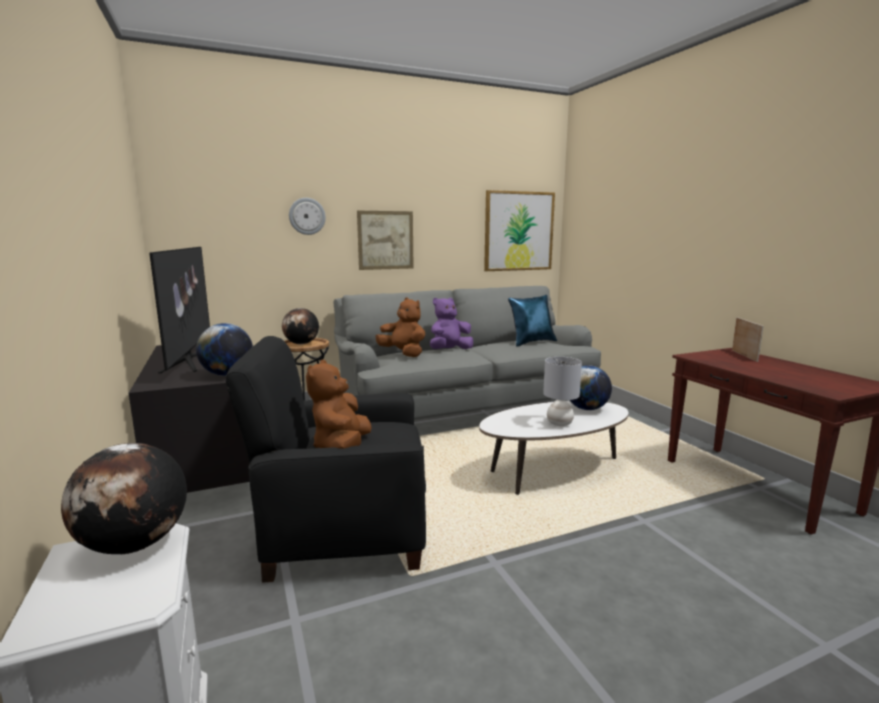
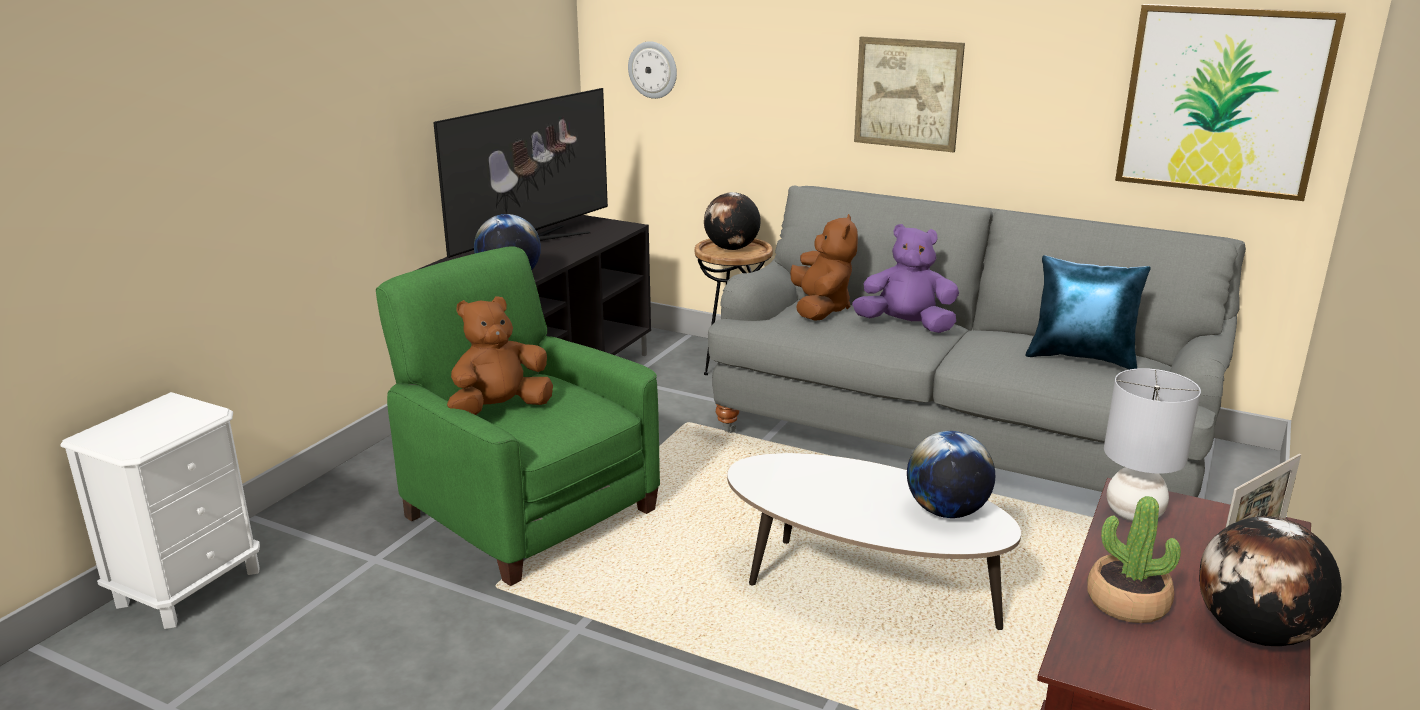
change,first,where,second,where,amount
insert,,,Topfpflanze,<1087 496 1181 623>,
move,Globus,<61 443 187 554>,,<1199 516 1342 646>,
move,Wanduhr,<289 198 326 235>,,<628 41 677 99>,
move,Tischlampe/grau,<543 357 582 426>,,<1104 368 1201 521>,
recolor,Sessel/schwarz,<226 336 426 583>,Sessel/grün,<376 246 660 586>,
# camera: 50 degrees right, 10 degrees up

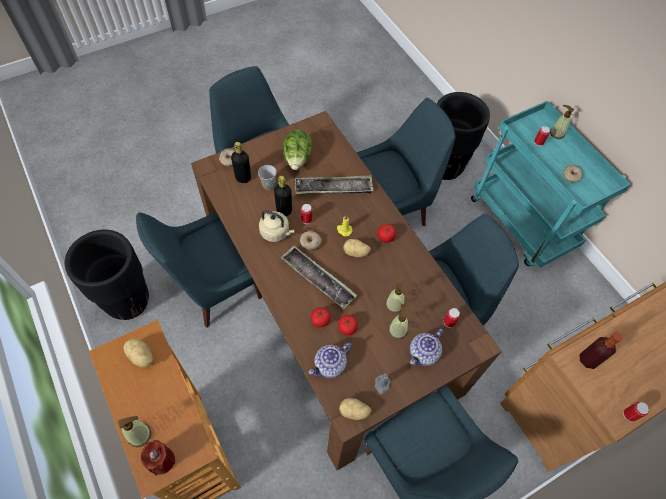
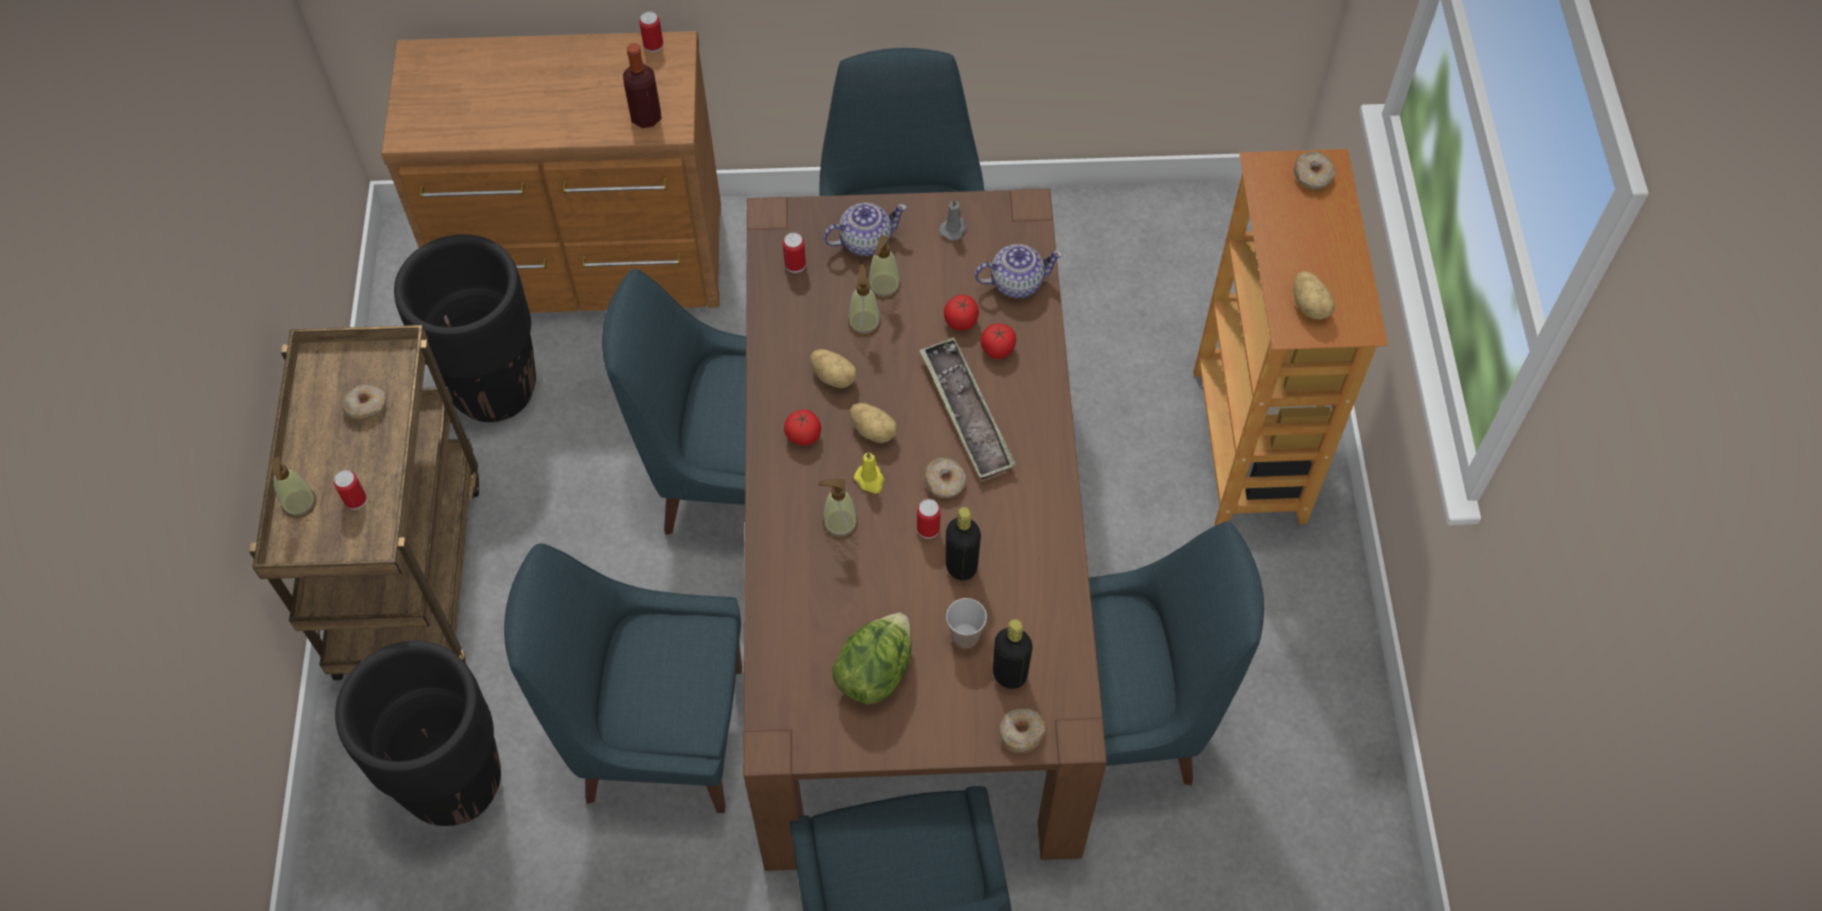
change,first,where,second,where,amount
delete,Wasserkessel/beige,<259 210 295 242>,,,
delete,Tablett,<295 175 373 194>,,,
move,Pflanzkübel/schwarz,<65 230 149 320>,,<394 234 536 422>,
move,Seifenspender,<118 416 151 447>,,<818 479 858 538>,
move,Kartoffel,<339 398 371 420>,,<810 349 857 388>,
replace,Kerze/rot,<141 440 175 476>,Donut,<1294 151 1335 190>,
recolor,Rollwagen/türkis,<471 101 631 268>,Rollwagen/braun,<249 325 479 680>,
# camera: 150 degrees left, 0 degrees up

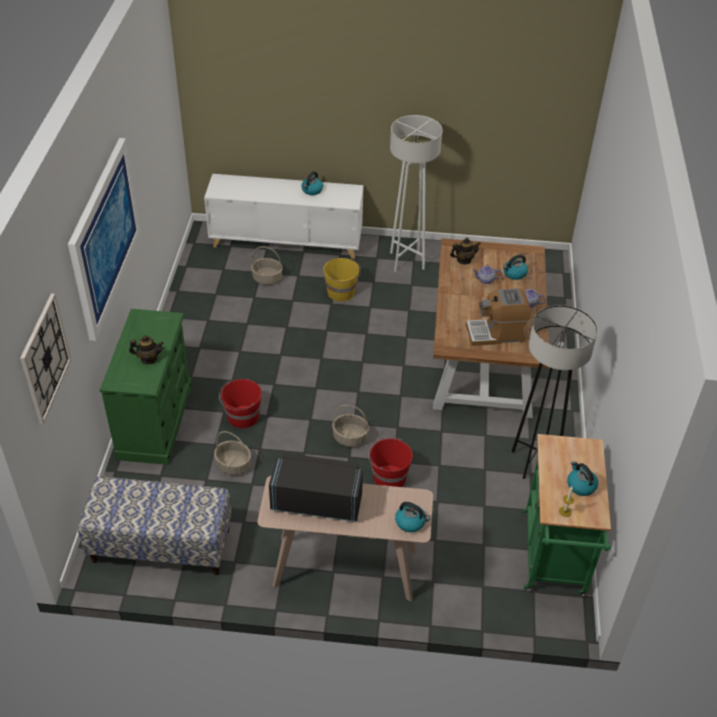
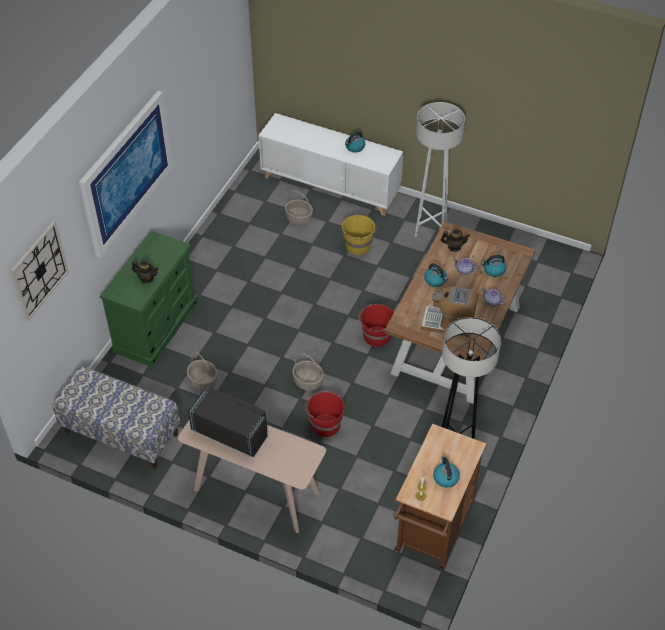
change,first,where,second,where,amount
move,Eimer/rot,<219 379 262 428>,,<359 304 394 347>,
move,Wasserkessel,<395 502 430 532>,,<424 263 448 287>,
recolor,Rollwagen/grün,<523 434 611 596>,Rollwagen/braun,<393 424 486 570>,
# camera: 20 degrees right, 5 degrees up

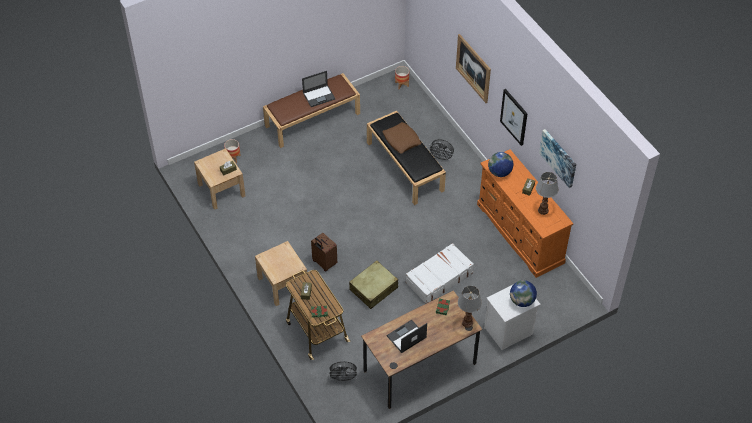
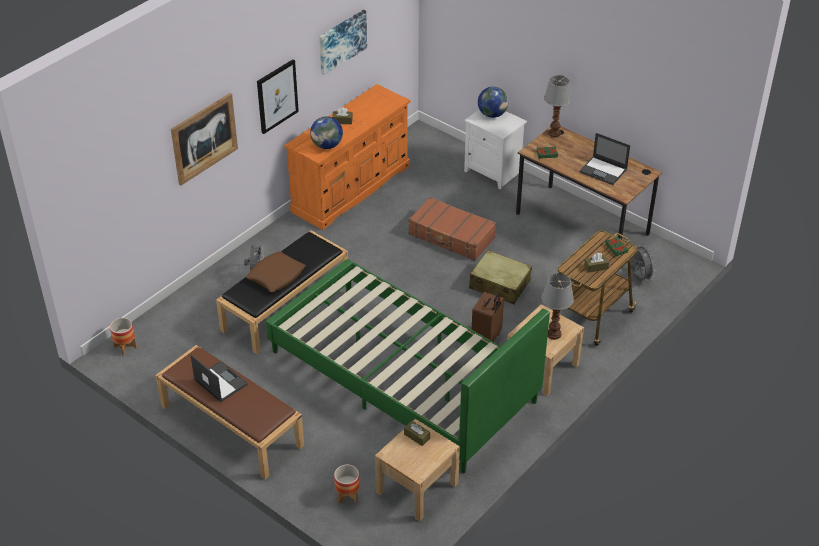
change,first,where,second,where,amount
insert,,,Bett/grün,<266 259 550 473>,
move,Tischlampe,<536 172 559 215>,,<541 273 574 340>,
recolor,Koffer/weiß,<405 243 474 303>,Koffer/braun,<408 197 496 261>,
# camera: 110 degrees left, 10 degrees down

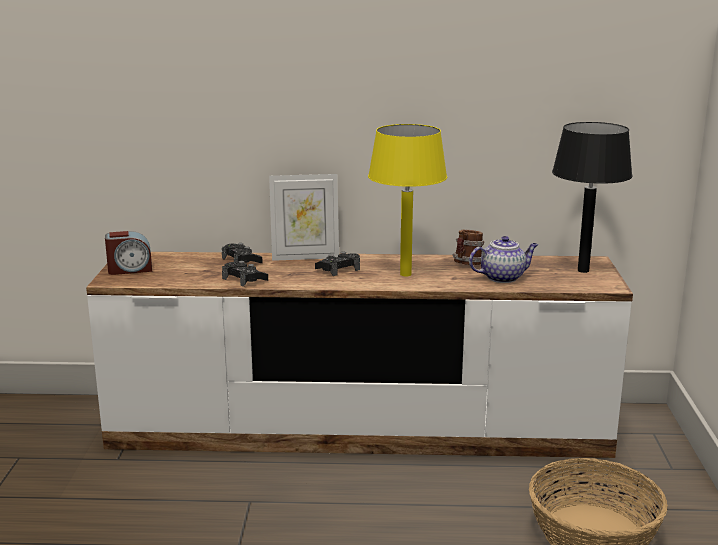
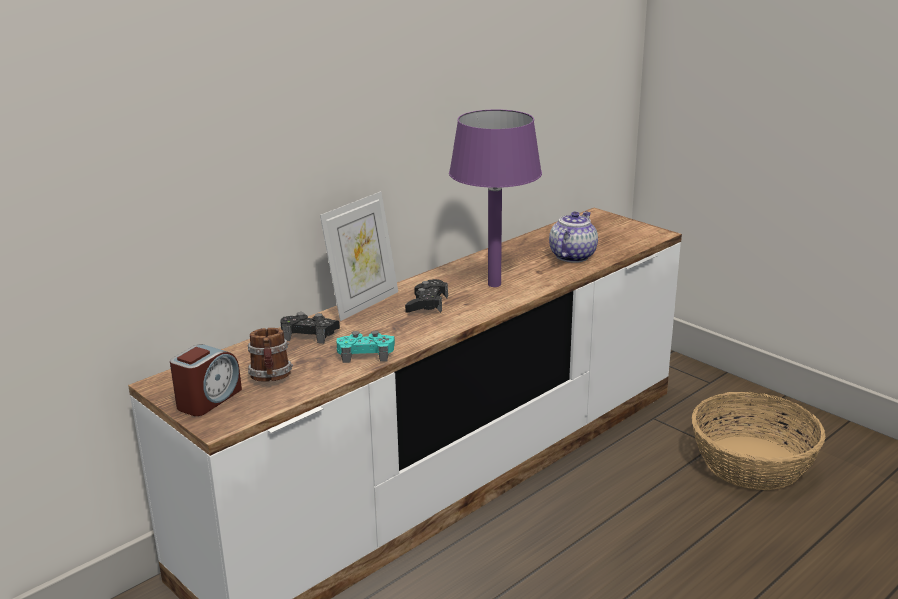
change,first,where,second,where,amount
delete,Tischlampe/schwarz,<552 122 633 273>,,,
move,Henkelbecher,<453 230 484 265>,,<248 328 293 382>,
recolor,Gamepad/schwarz,<222 261 268 287>,Gamepad/türkis,<336 331 395 363>,
recolor,Tischlampe/gelb,<368 124 447 276>,Tischlampe/lila,<449 109 542 287>,
# camera: 45 degrees left, 5 degrees up

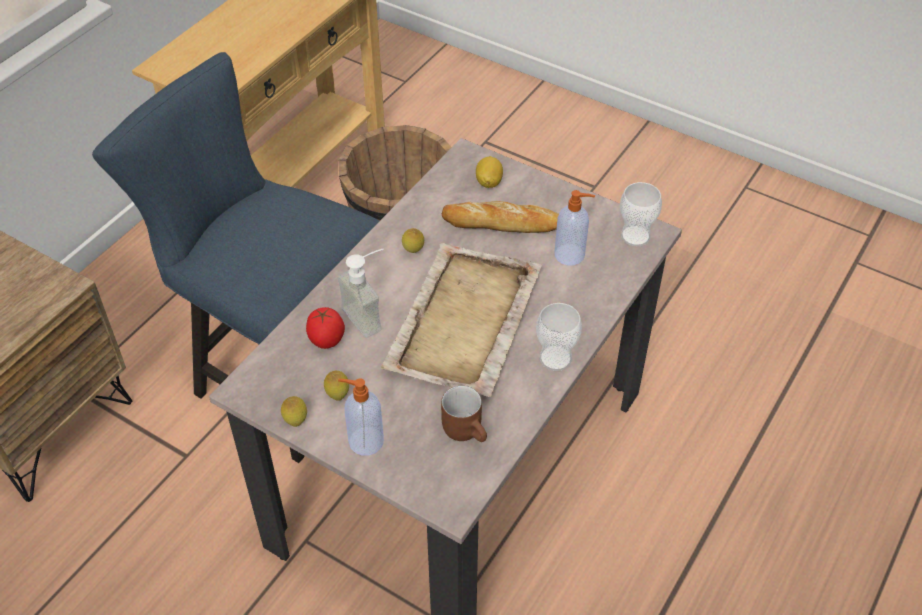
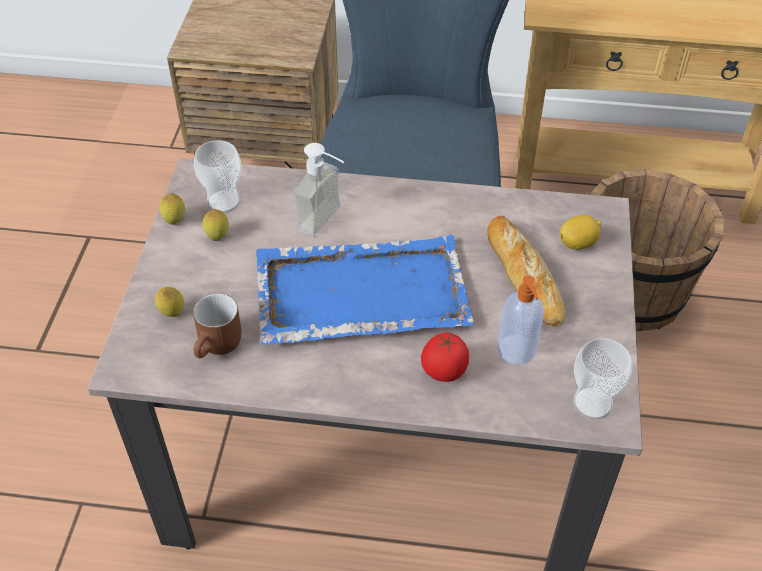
change,first,where,second,where,amount
delete,Seifenspender,<338 379 384 456>,,,
move,Tomate,<306 307 345 349>,,<421 332 469 382>,
move,Zitrone,<402 228 424 253>,,<155 287 184 317>,
move,Tasse,<536 303 582 371>,,<194 140 241 213>,
recolor,Tablett/beige,<381 243 542 397>,Tablett/blau,<256 234 474 345>,
# camera: 65 degrees right, 0 degrees up

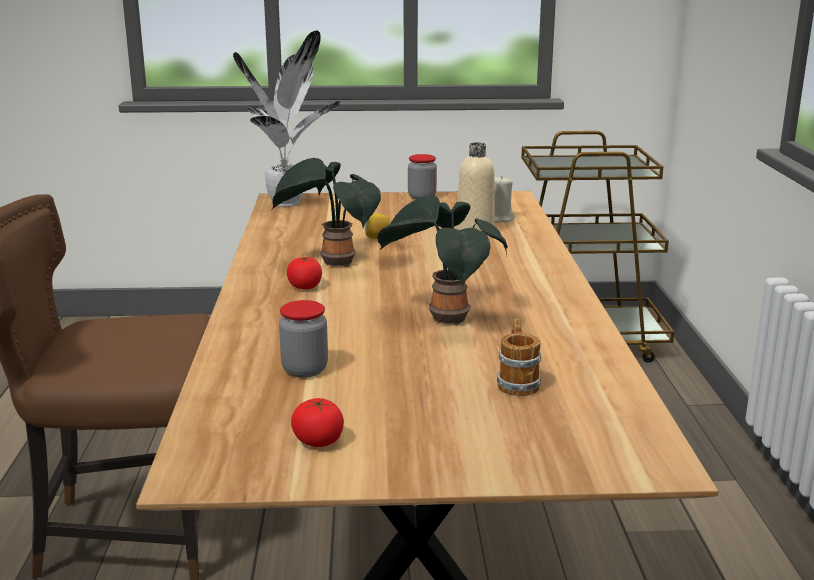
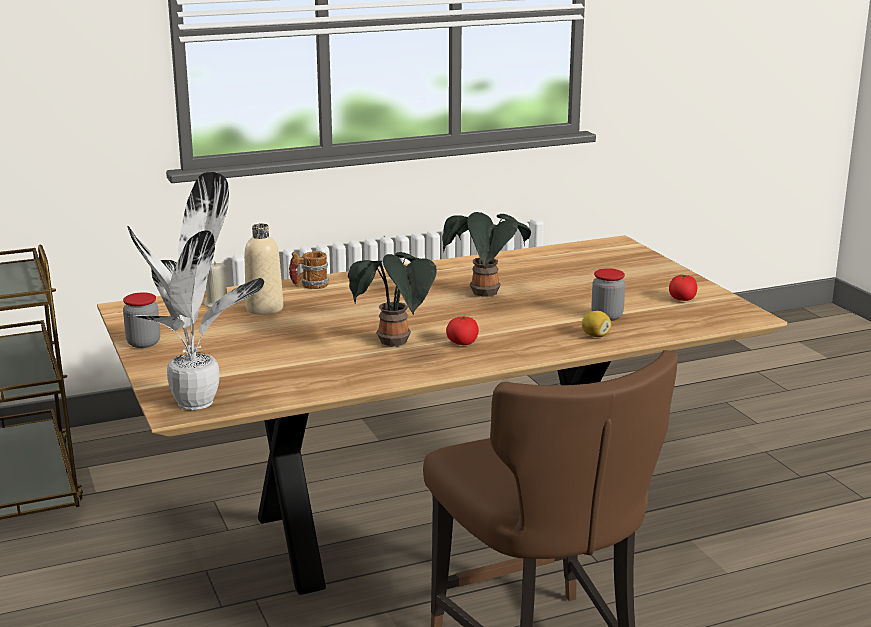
change,first,where,second,where,amount
move,Zitrone,<364 213 390 239>,,<582 311 611 337>,
move,Henkelbecher,<497 319 541 396>,,<289 251 329 289>,
# camera: 110 degrees left, 0 degrees up

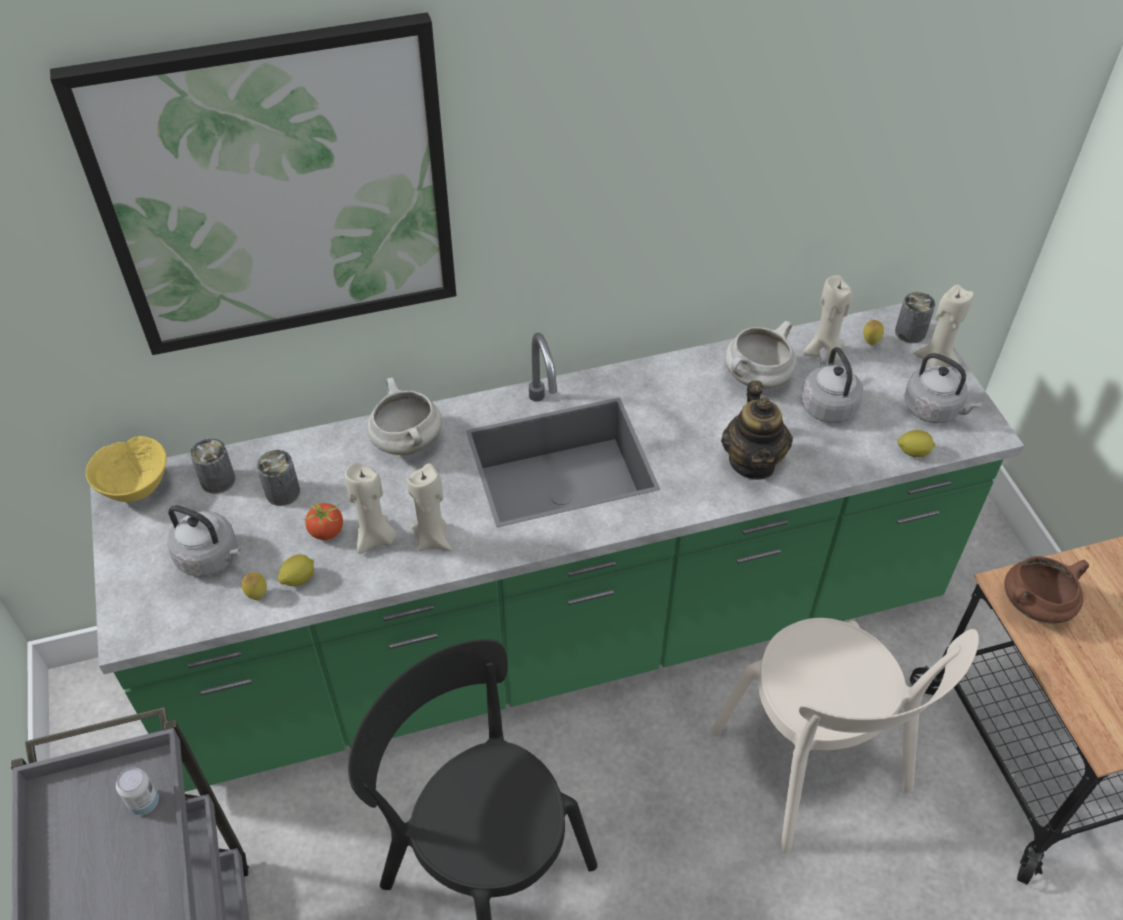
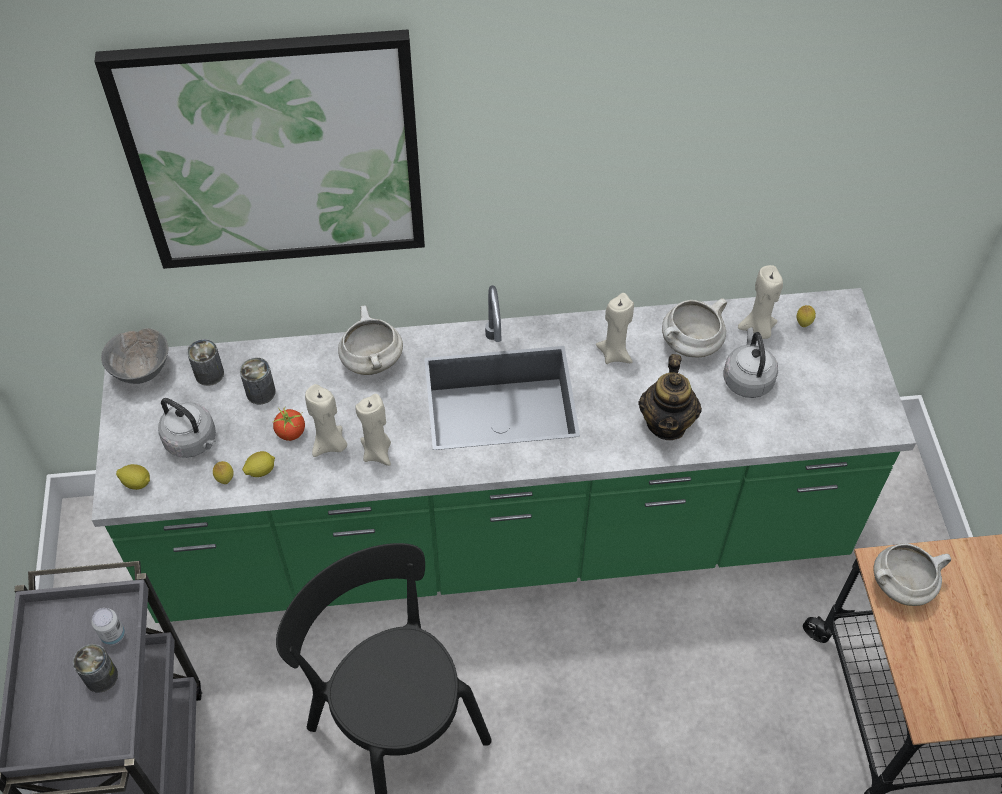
change,first,where,second,where,amount
delete,Stuhl/beige,<711 618 979 853>,,,
delete,Wasserkessel/grau,<905 353 982 423>,,,
move,Dose,<895 292 936 343>,,<73 644 118 693>,
move,Zitrone,<898 430 935 457>,,<116 464 150 490>,
move,Kerze/beige,<914 284 974 367>,,<596 293 634 364>,
recolor,Schüssel/gelb,<86 436 167 502>,Schüssel/grau,<101 328 169 384>,
recolor,Kochtopf/braun,<1005 556 1089 624>,Kochtopf/weiß,<873 543 951 606>,
# camera: 10 degrees right, 5 degrees up

